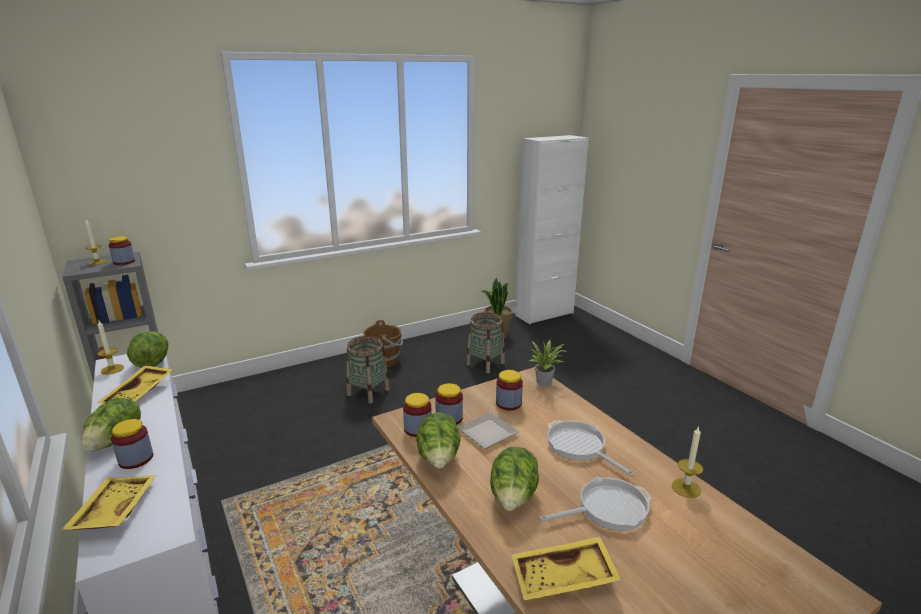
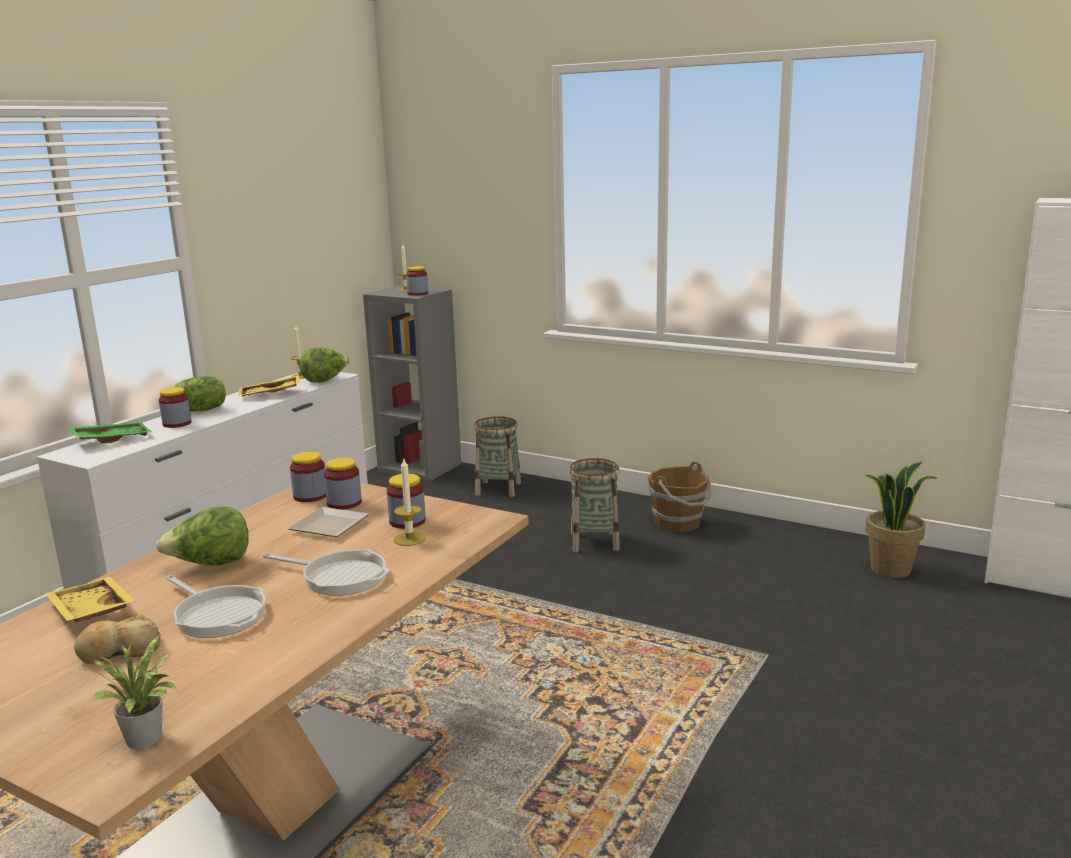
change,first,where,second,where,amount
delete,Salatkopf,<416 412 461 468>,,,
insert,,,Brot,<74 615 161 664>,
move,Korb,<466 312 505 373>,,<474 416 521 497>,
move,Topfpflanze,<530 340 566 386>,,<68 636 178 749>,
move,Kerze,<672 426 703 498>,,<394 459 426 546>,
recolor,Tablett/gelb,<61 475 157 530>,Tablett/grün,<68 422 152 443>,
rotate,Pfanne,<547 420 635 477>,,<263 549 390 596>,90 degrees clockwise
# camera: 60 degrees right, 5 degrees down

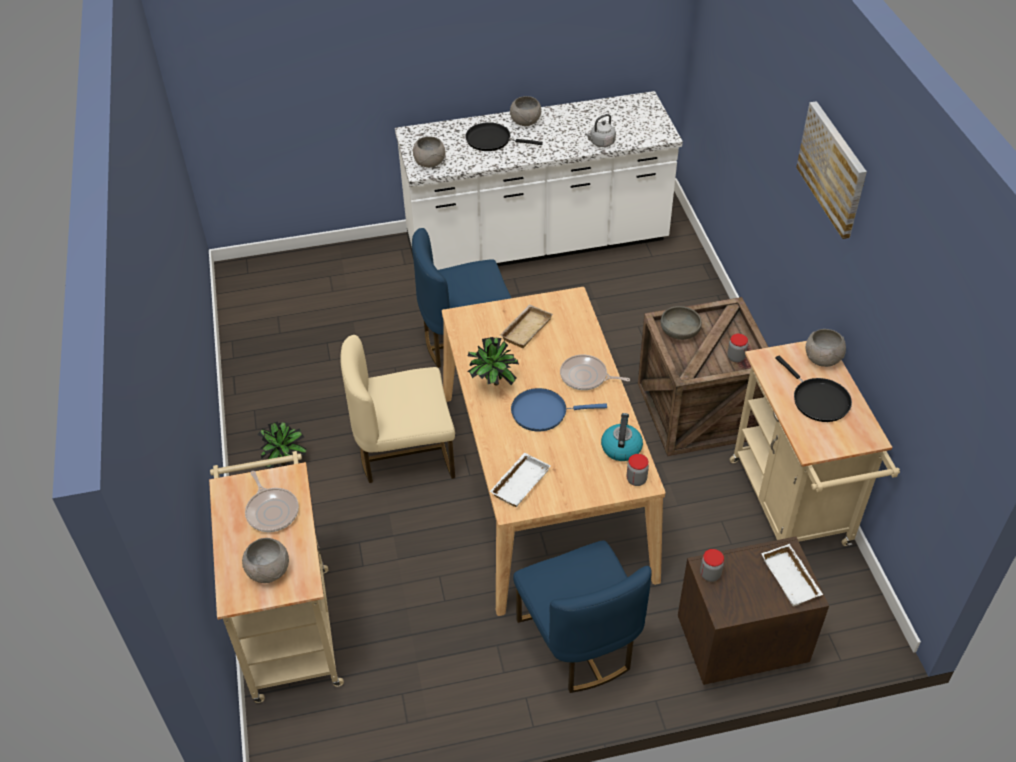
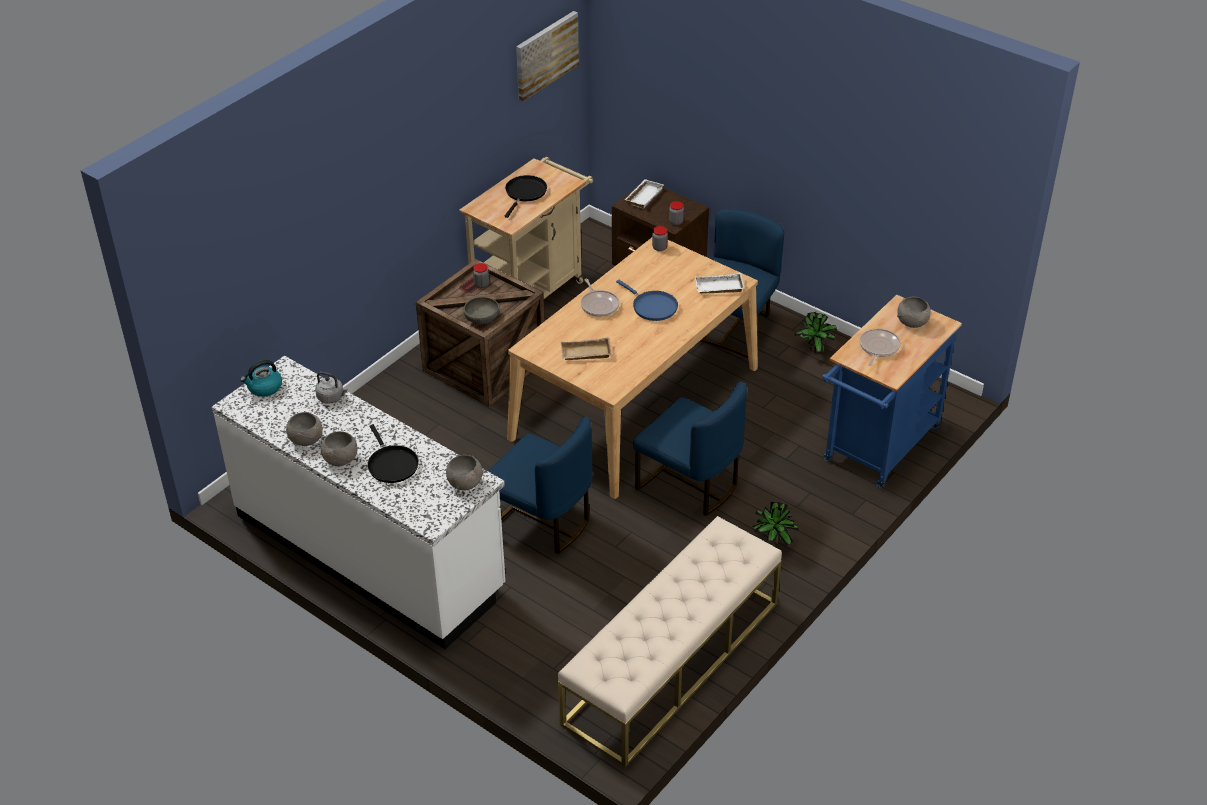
change,first,where,second,where,amount
insert,,,Bank/beige,<558 516 782 767>,
move,Topfpflanze,<468 337 519 386>,,<795 312 837 353>,
move,Wasserkessel,<601 413 643 461>,,<240 360 282 397>,
move,Bild,<796 101 867 239>,,<516 11 579 101>,
move,Schüssel/grau,<806 329 846 367>,,<286 412 323 446>,
recolor,Rollwagen/beige,<209 451 344 703>,Rollwagen/blau,<822 295 962 488>,
recolor,Stuhl/beige,<340 335 455 483>,Stuhl/blau,<633 382 747 516>,
# camera: 130 degrees left, 5 degrees down

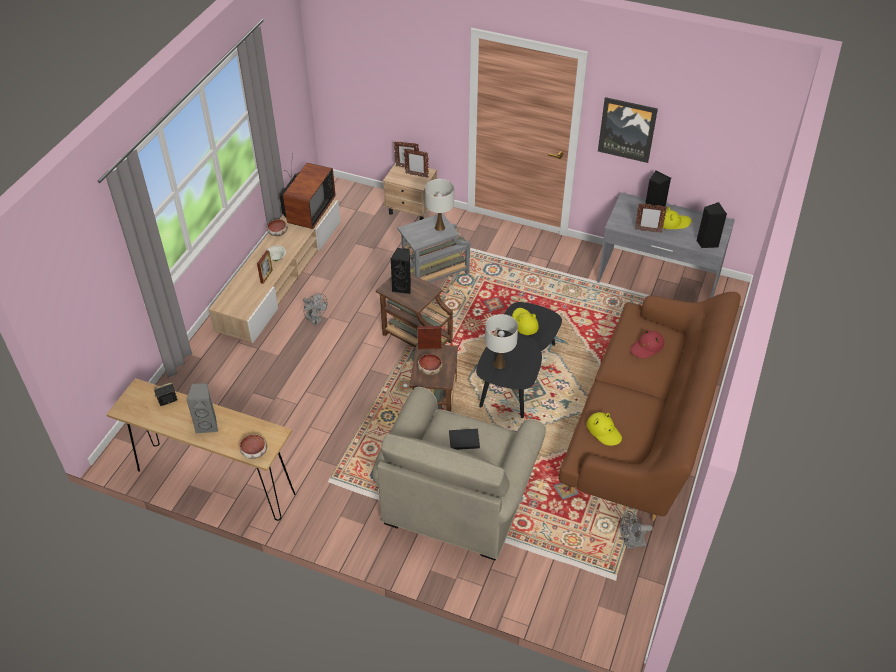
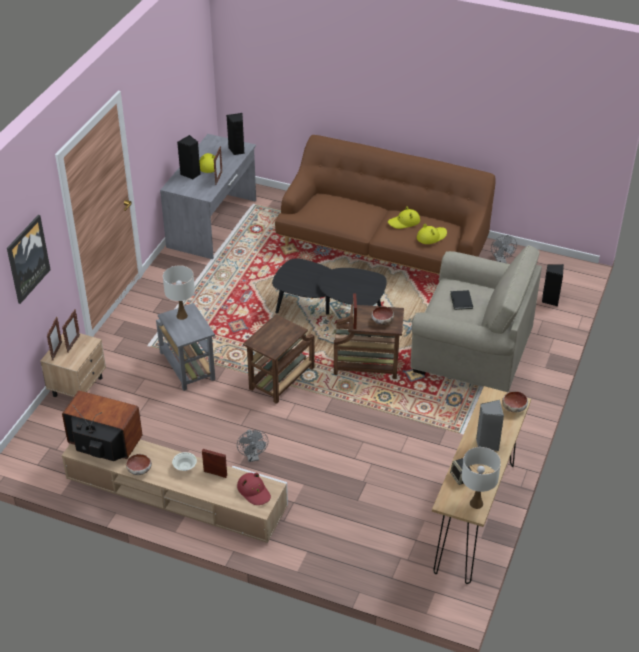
change,first,where,second,where,amount
move,Lautsprecher/schwarz,<391 248 411 294>,,<542 264 564 306>,
move,Tischlampe/weiß,<485 314 518 369>,,<461 447 501 509>,
move,Hut/gelb,<512 308 539 335>,,<388 206 420 229>,
move,Bild,<598 97 658 163>,,<7 215 51 304>,
move,Hut/rot,<630 329 664 358>,,<237 473 271 505>,
rotate,Ventilator/grau,<303 293 327 325>,,<237 430 268 462>,120 degrees clockwise
# camera: 90 degrees left, 5 degrees down

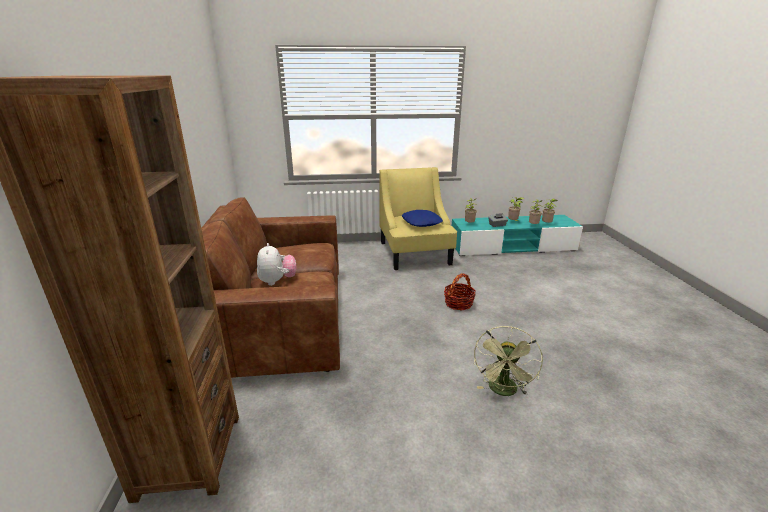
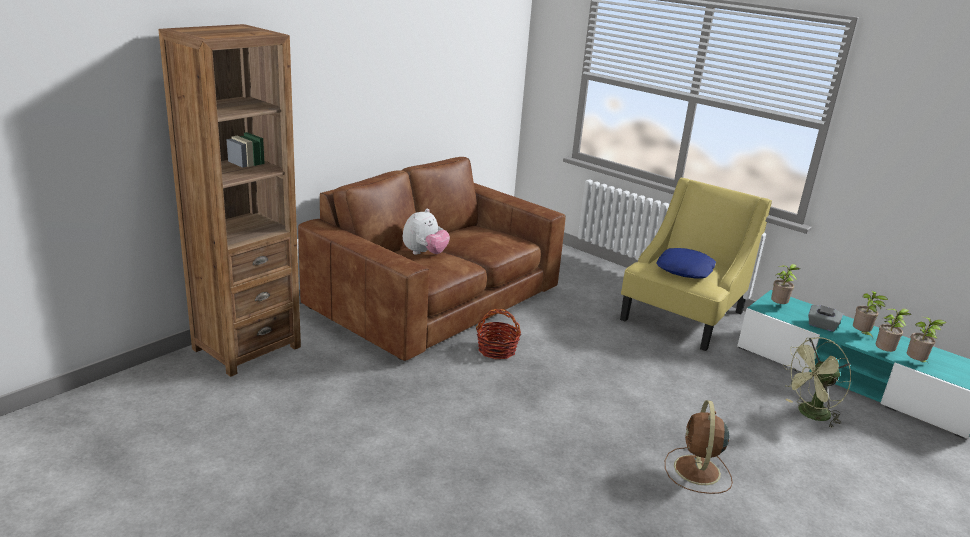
change,first,where,second,where,amount
insert,,,Ventilator/braun,<665 400 733 494>,
move,Korb,<444 273 476 310>,,<476 309 521 360>,
move,Ventilator/grün,<474 326 543 396>,,<783 337 851 429>,
# camera: 45 degrees right, 0 degrees up

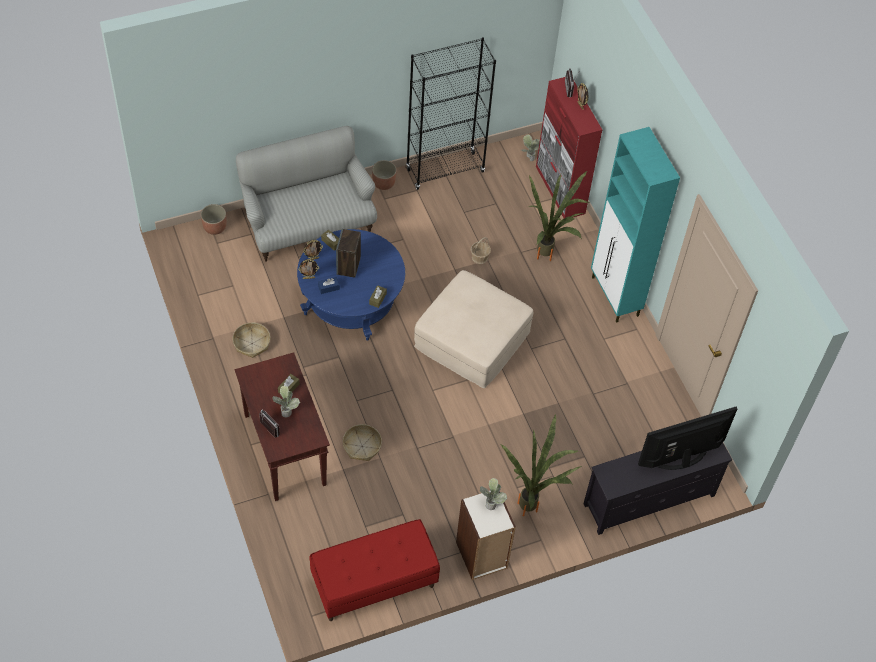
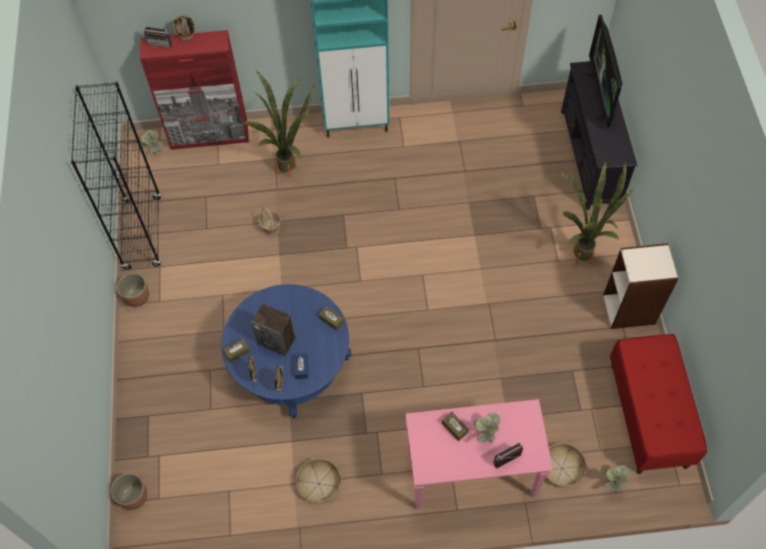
change,first,where,second,where,amount
delete,Sofa,<236 126 377 262>,,,
delete,Polsterhocker/beige,<414 270 533 388>,,,
move,Korb,<343 424 382 461>,,<546 443 587 487>,
move,Topfpflanze,<480 478 507 510>,,<604 465 630 492>,
recolor,Konsolentisch/braun,<234 352 330 501>,Konsolentisch/rosa,<405 399 553 510>,
# camera: 70 degrees left, 5 degrees up

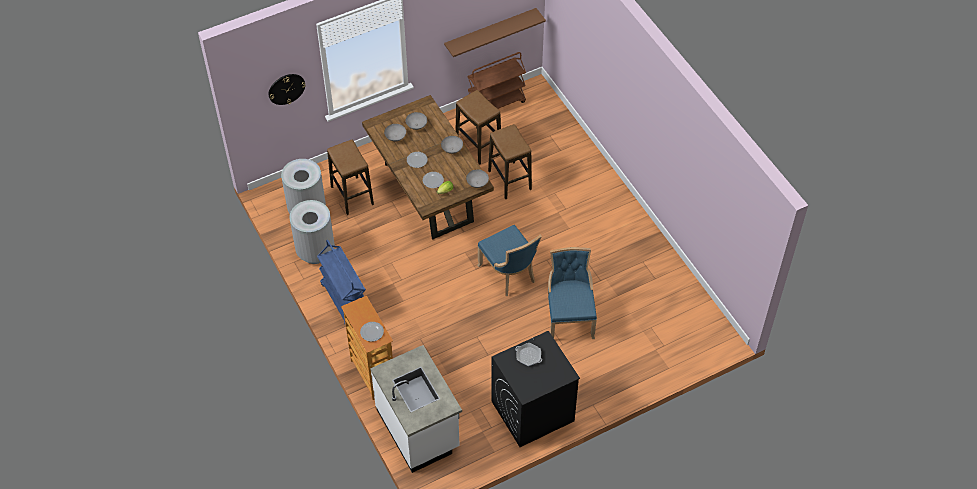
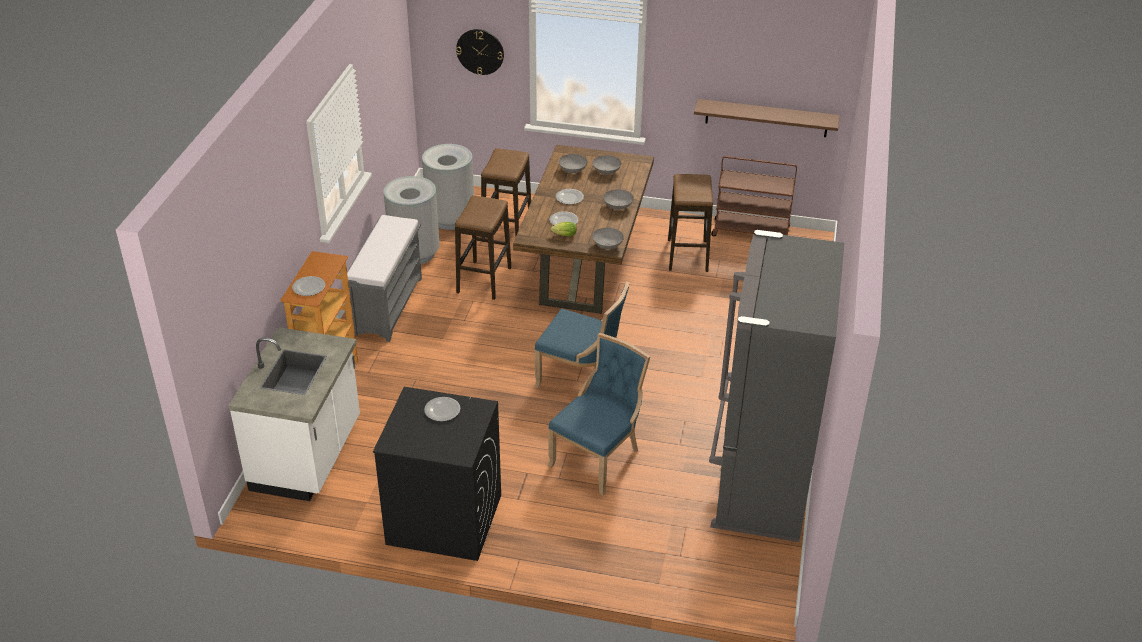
change,first,where,second,where,amount
insert,,,Kühlschrank/grau,<709 230 844 542>,
move,Hocker,<488 124 532 199>,,<455 195 511 300>,
replace,Rollwagen/blau,<317 240 365 326>,Bank/grau,<347 215 422 342>,
replace,Pfanne,<515 343 542 366>,Teller,<424 397 460 421>,
rotate,Stuhl/blau,<477 225 542 296>,,<534 281 630 389>,75 degrees counterclockwise
# camera: 40 degrees right, 15 degrees down

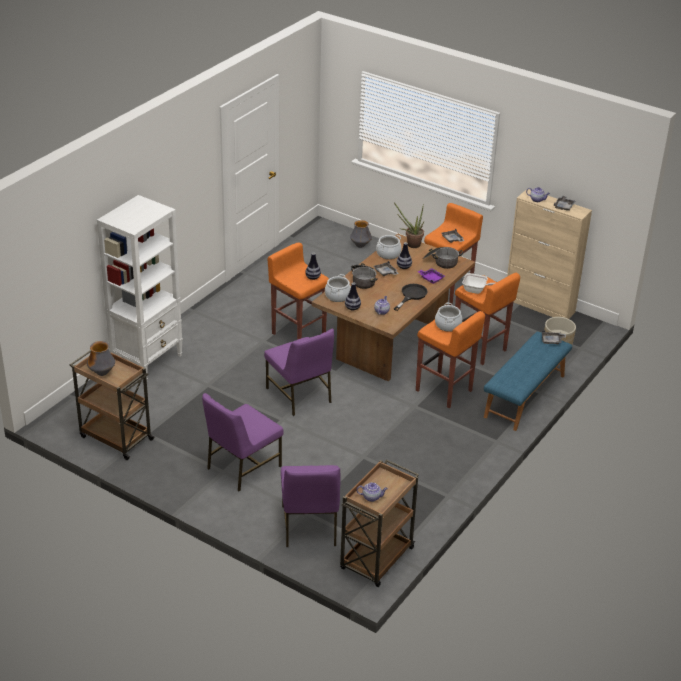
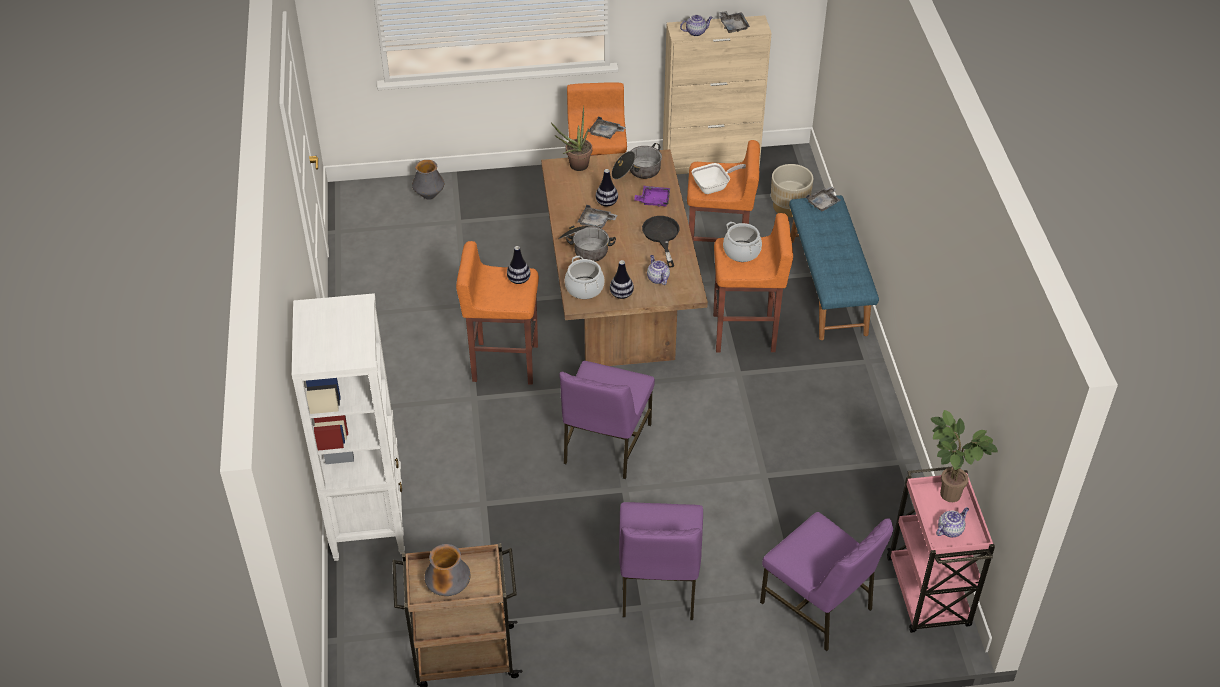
change,first,where,second,where,amount
delete,Kochtopf,<376 235 402 259>,,,
insert,,,Topfpflanze,<931 410 998 502>,
recolor,Rollwagen/braun,<340 459 419 587>,Rollwagen/rosa,<887 466 995 633>,
rotate,Stuhl/lila,<264 329 334 416>,,<559 361 655 479>,90 degrees clockwise
# camera: 40 degrees left, 10 degrees up

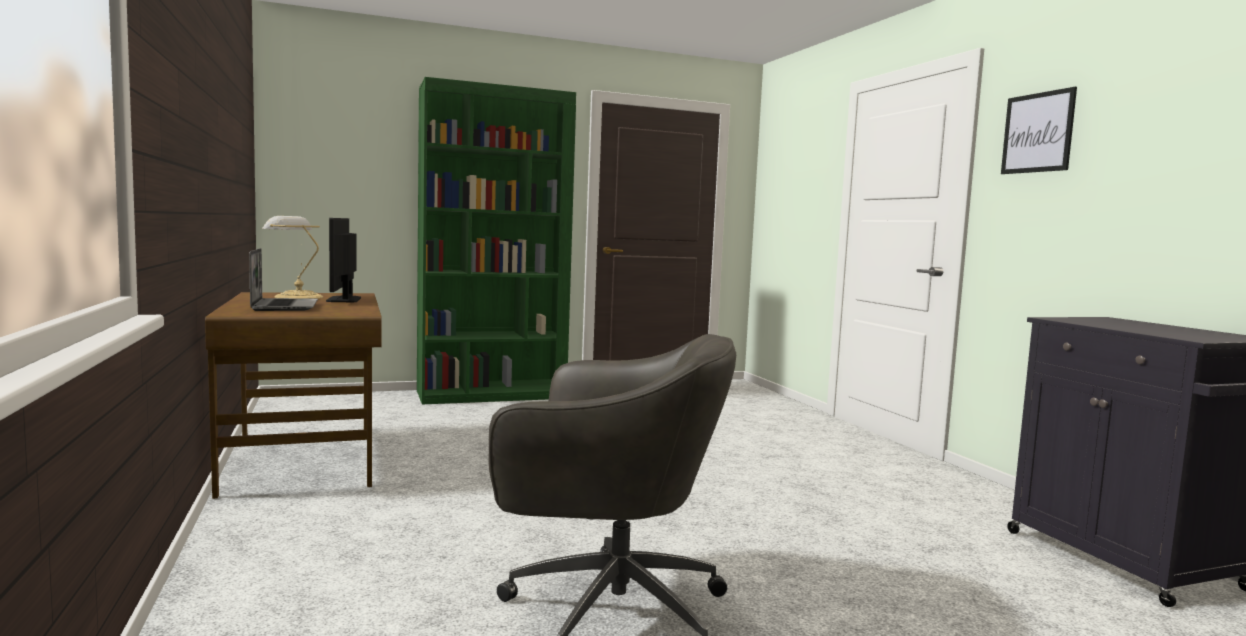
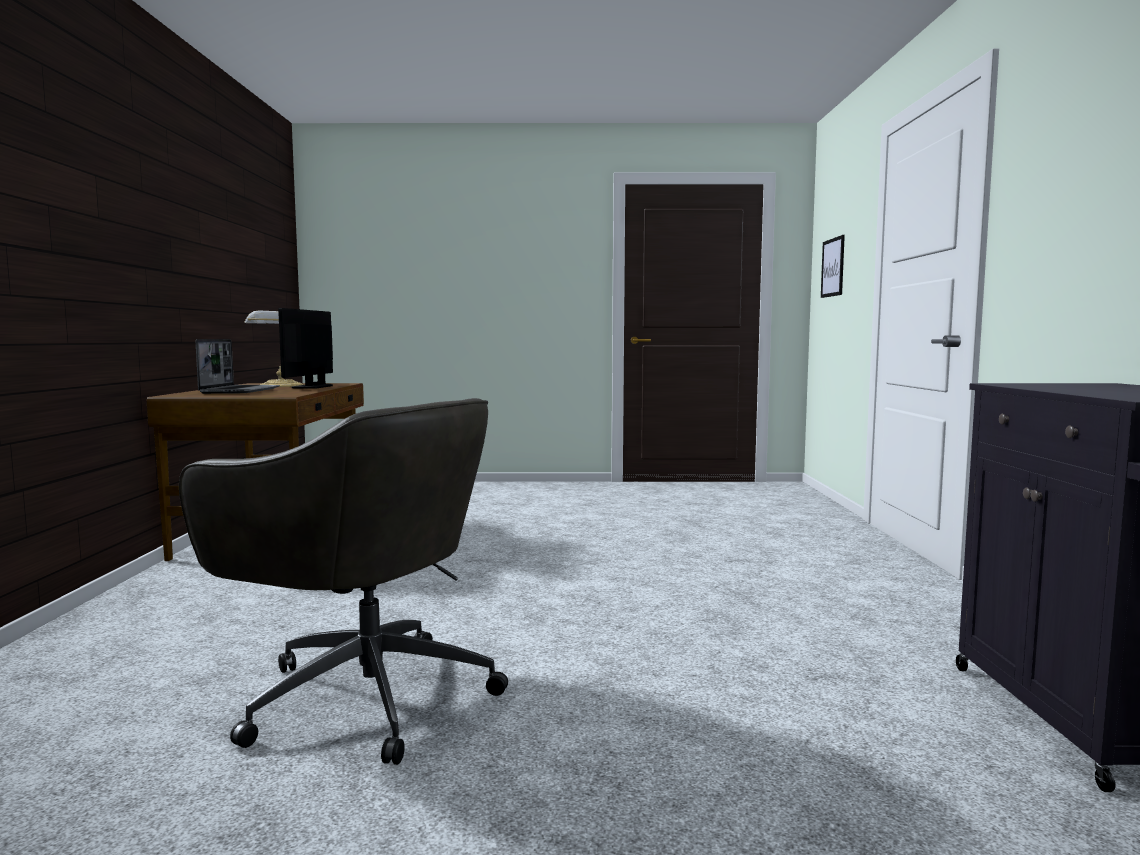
change,first,where,second,where,amount
delete,Bücherregal/grün,<417 77 576 404>,,,
move,Bild,<1001 87 1077 174>,,<821 235 845 298>,
# camera: 20 degrees right, 0 degrees up

